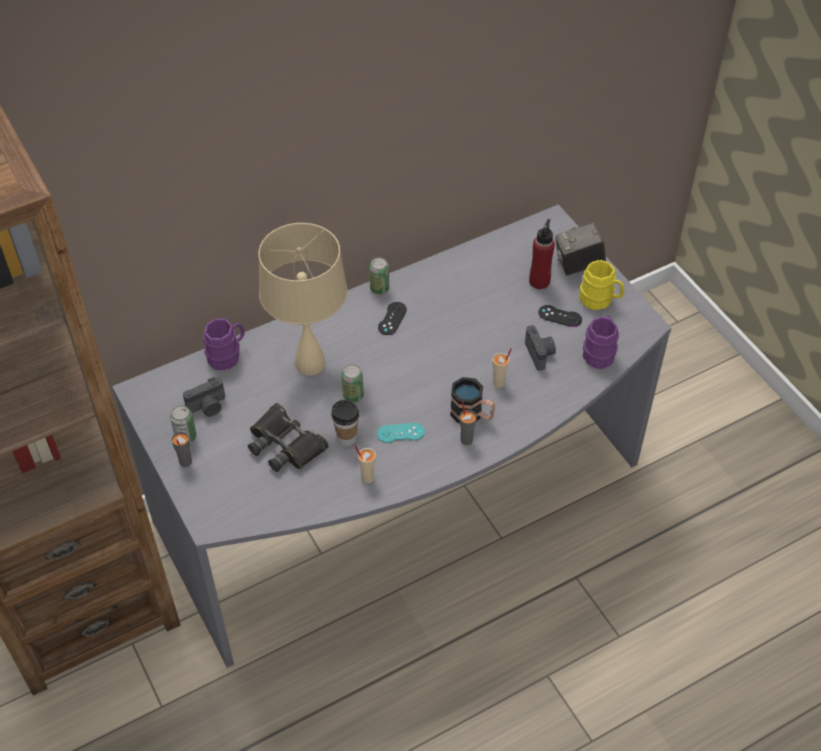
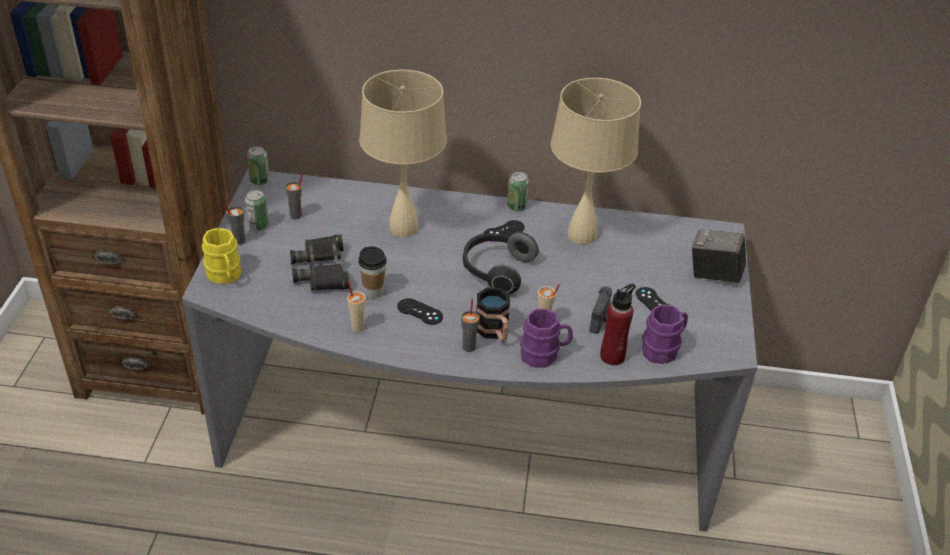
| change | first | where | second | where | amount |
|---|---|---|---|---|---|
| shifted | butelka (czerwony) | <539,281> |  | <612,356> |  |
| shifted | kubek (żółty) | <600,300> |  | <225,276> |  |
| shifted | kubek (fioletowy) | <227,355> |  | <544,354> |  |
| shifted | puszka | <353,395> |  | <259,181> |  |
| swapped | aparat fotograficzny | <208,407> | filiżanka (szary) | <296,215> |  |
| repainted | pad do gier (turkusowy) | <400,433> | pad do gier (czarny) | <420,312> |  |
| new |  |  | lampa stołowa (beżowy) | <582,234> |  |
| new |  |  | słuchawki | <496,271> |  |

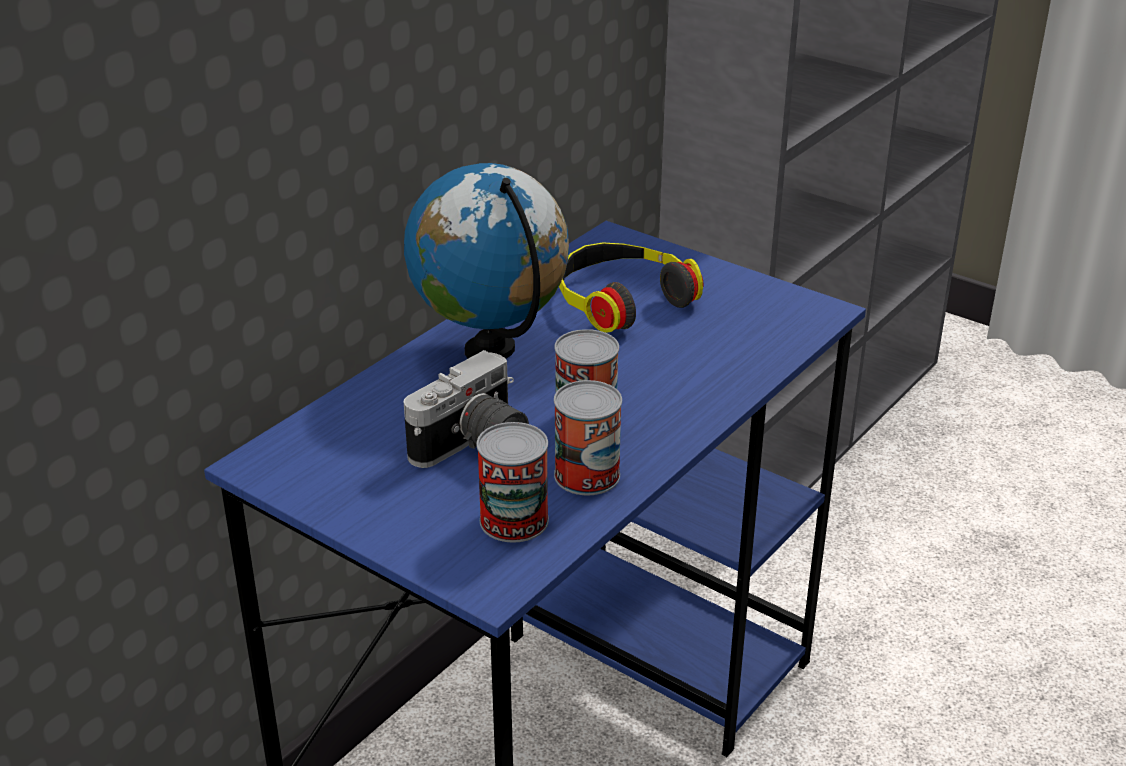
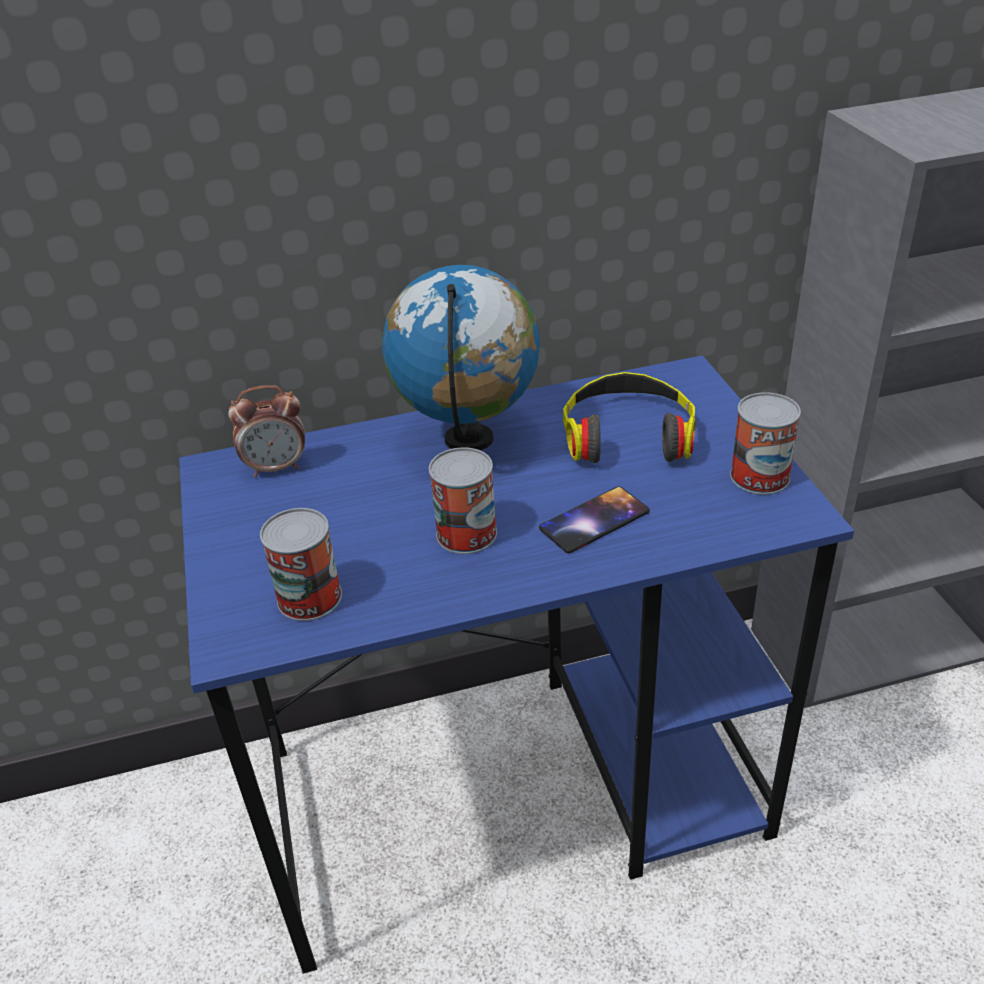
| change | first | where | second | where | amount |
|---|---|---|---|---|---|
| gone | aparat fotograficzny | <474,447> |  |  |  |
| shifted | puszka | <587,475> |  | <759,476> |  |
| new |  |  | budzik | <277,467> |  |
| new |  |  | telefon | <594,520> |  |

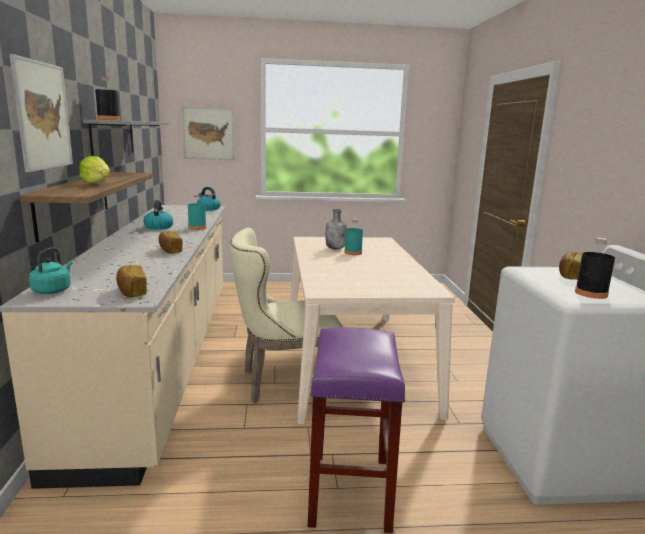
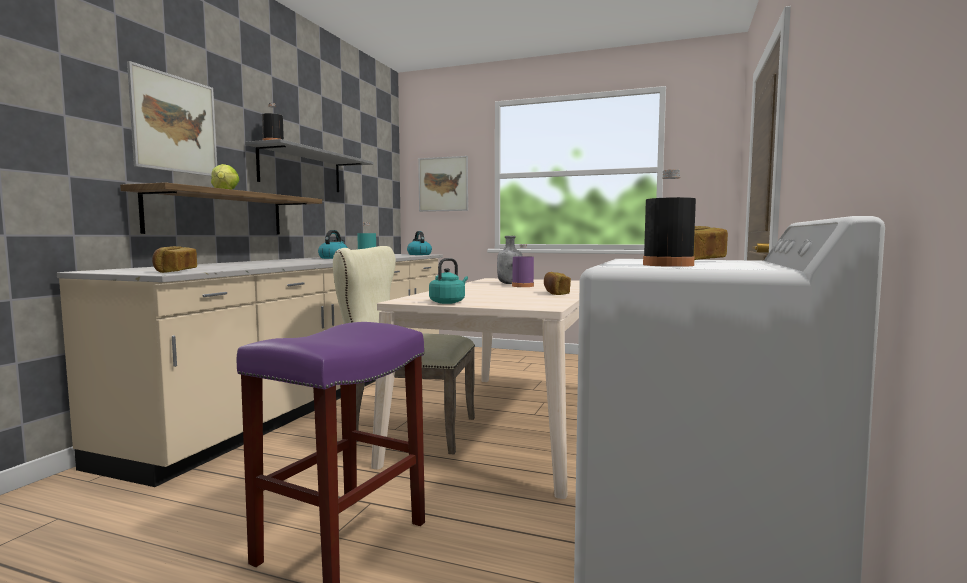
| change | first | where | second | where | amount |
|---|---|---|---|---|---|
| repainted | butelka (turkusowy) | <353,252> | butelka (fioletowy) | <523,286> |  |
| shifted | chleb | <170,250> |  | <555,293> |  |
| shifted | czajnik (turkusowy) | <53,290> |  | <448,302> |  |

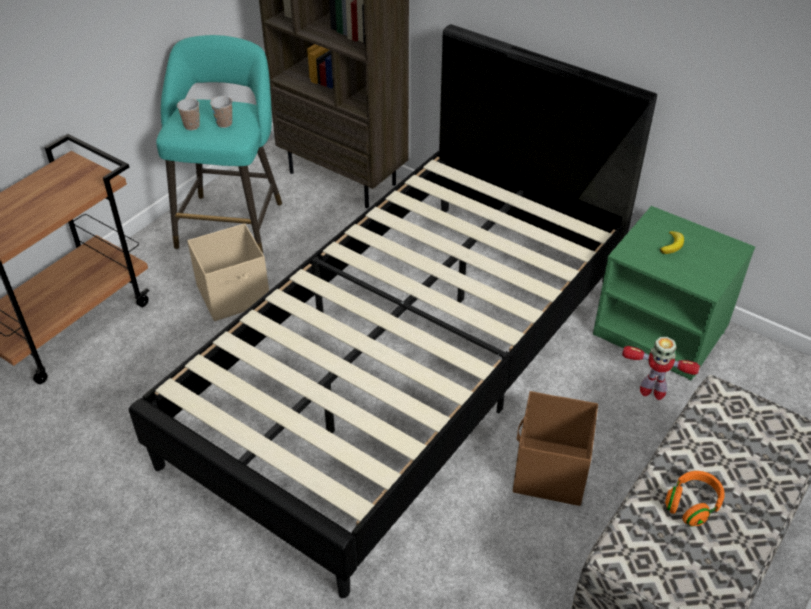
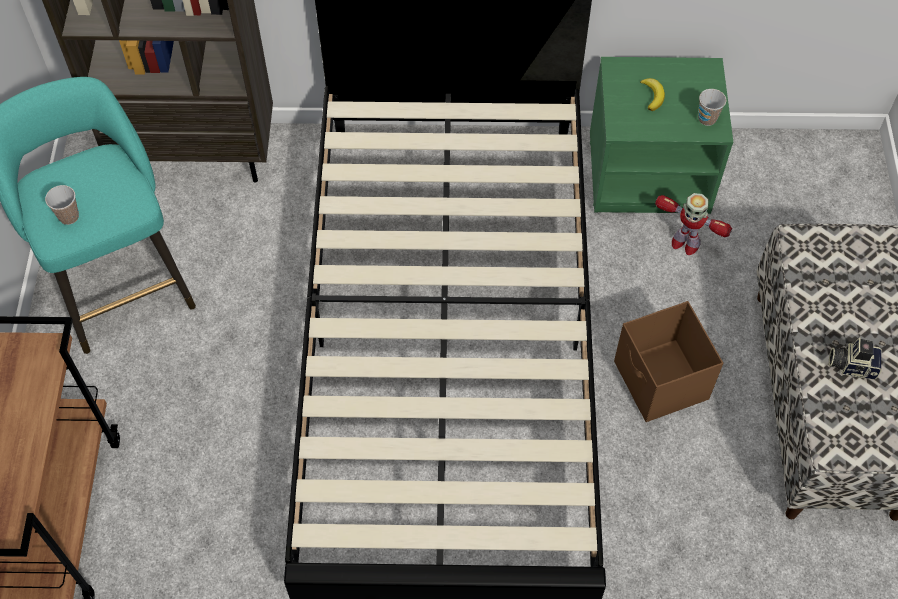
| change | first | where | second | where | amount |
|---|---|---|---|---|---|
| shifted | filiżanka | <224,123> |  | <707,119> |  |
| gone | pojemnik do przechowywania (beżowy) | <235,295> |  |  |  |
| rotated | robot zabawkowy | <652,389> |  | <684,243> | 45 degrees clockwise |
| swapped | słuchawki (pomarańczowy) | <692,505> | aparat fotograficzny | <852,365> |  |

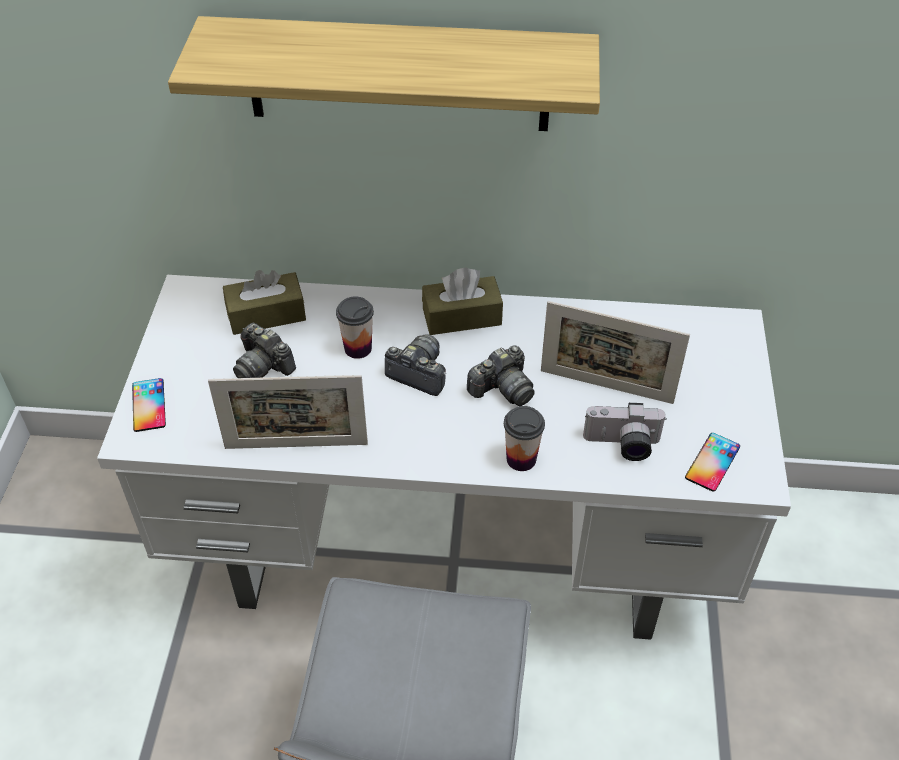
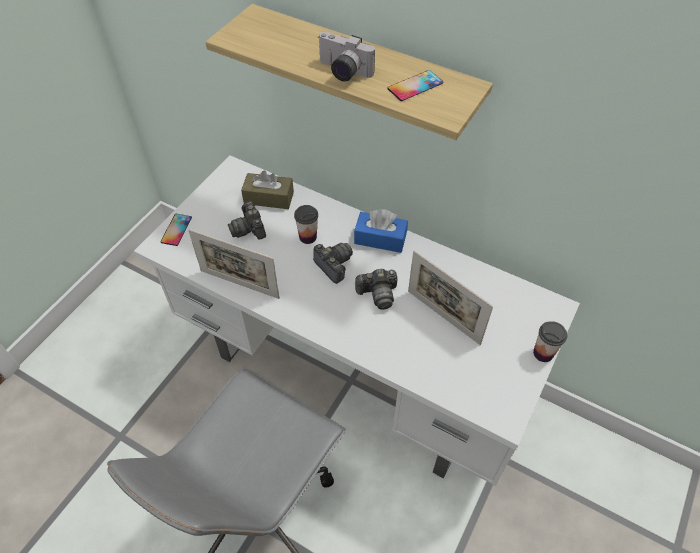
| change | first | where | second | where | amount |
|---|---|---|---|---|---|
| repainted | pudełko chusteczek (brązowy) | <462,317> | pudełko chusteczek (niebieski) | <380,239> |  |
| shifted | aparat fotograficzny | <622,446> |  | <342,72> |  |
| shifted | filiżanka | <521,459> |  | <543,353> |  |
| shifted | telefon | <712,462> |  | <415,86> |  |

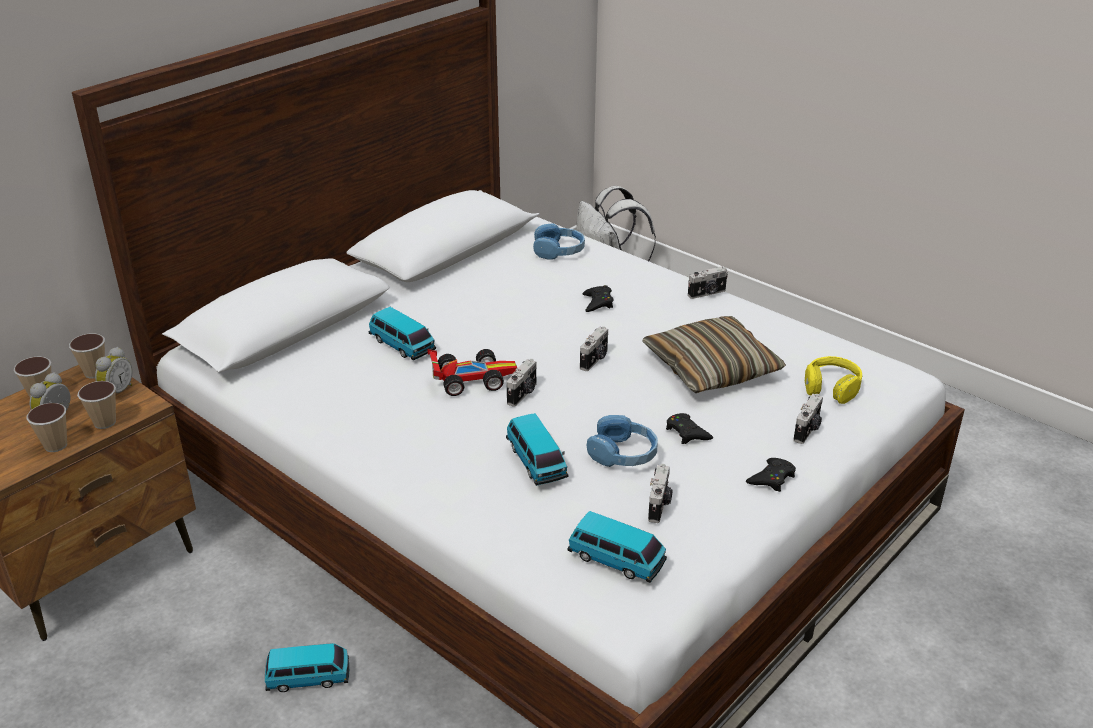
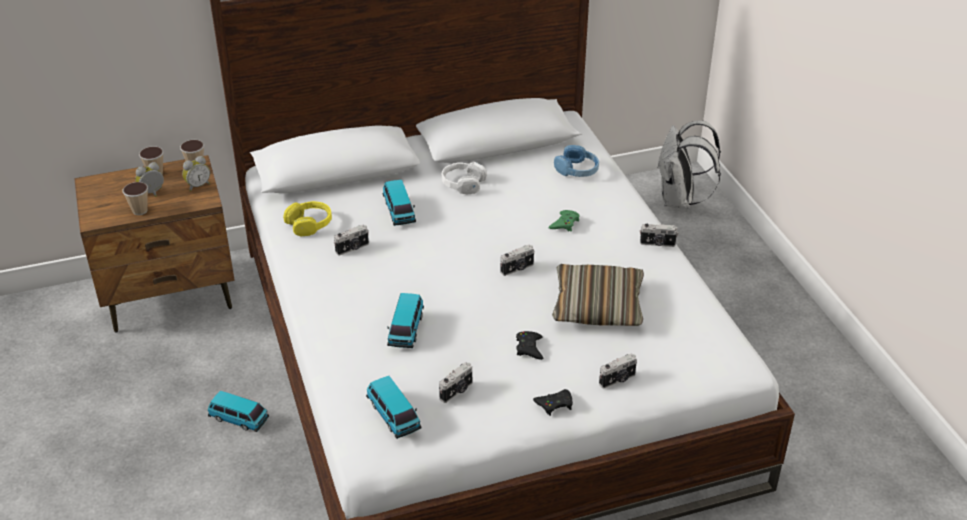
| change | first | where | second | where | amount |
|---|---|---|---|---|---|
| repainted | pad do gier (czarny) | <598,303> | pad do gier (zielony) | <564,223> |  |
| gone | samochodzik | <471,379> |  |  |  |
| shifted | słuchawki (żółty) | <831,387> |  | <309,224> |  |
| shifted | aparat fotograficzny | <523,394> |  | <352,248> |  |
| gone | filiżanka | <105,422> |  |  |  |
| gone | słuchawki (niebieski) | <623,454> |  |  |  |
| new |  |  | słuchawki (biały) | <463,184> |  |

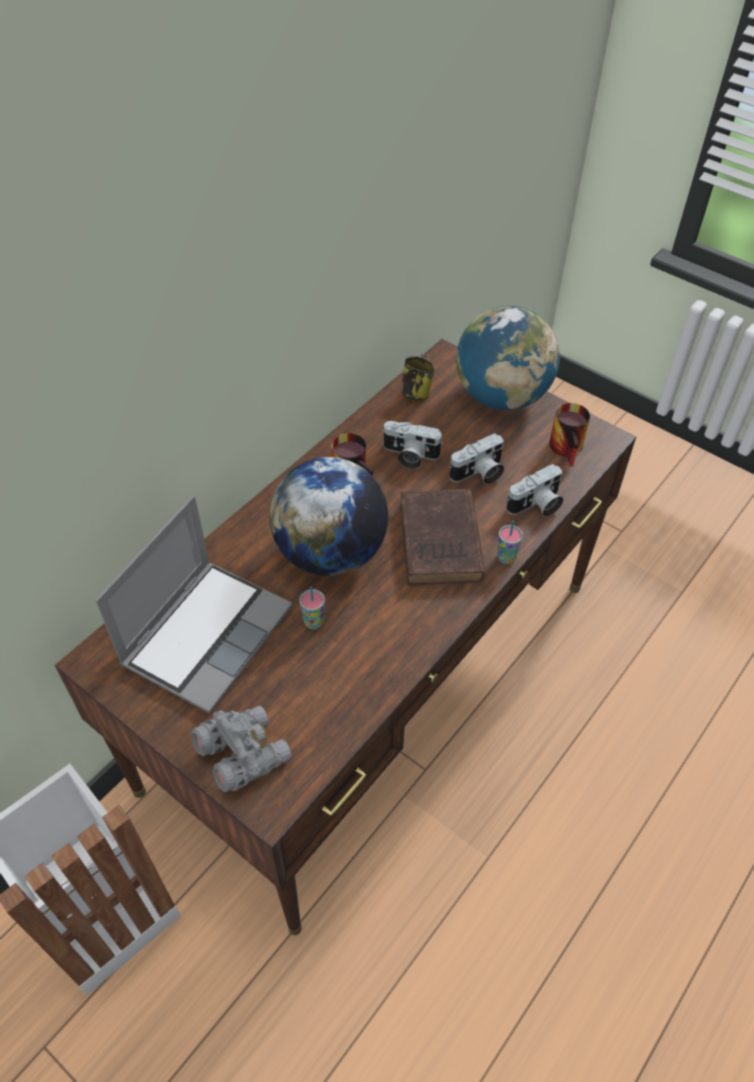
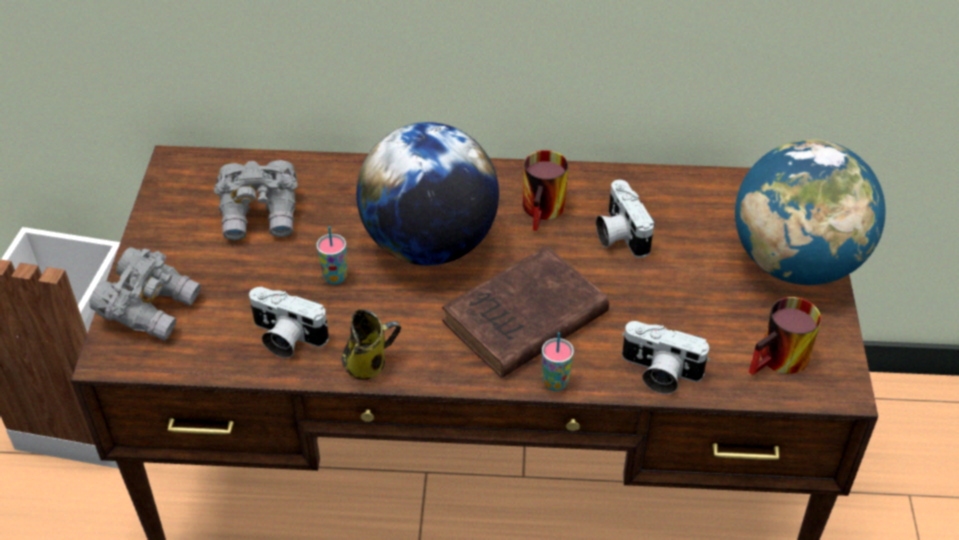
| change | first | where | second | where | amount |
|---|---|---|---|---|---|
| shifted | kubek | <416,392> |  | <368,363> |  |
| shifted | aparat fotograficzny | <479,474> |  | <285,338> |  |
| swapped | laptop | <207,634> | lornetka (szary) | <261,215> |  |

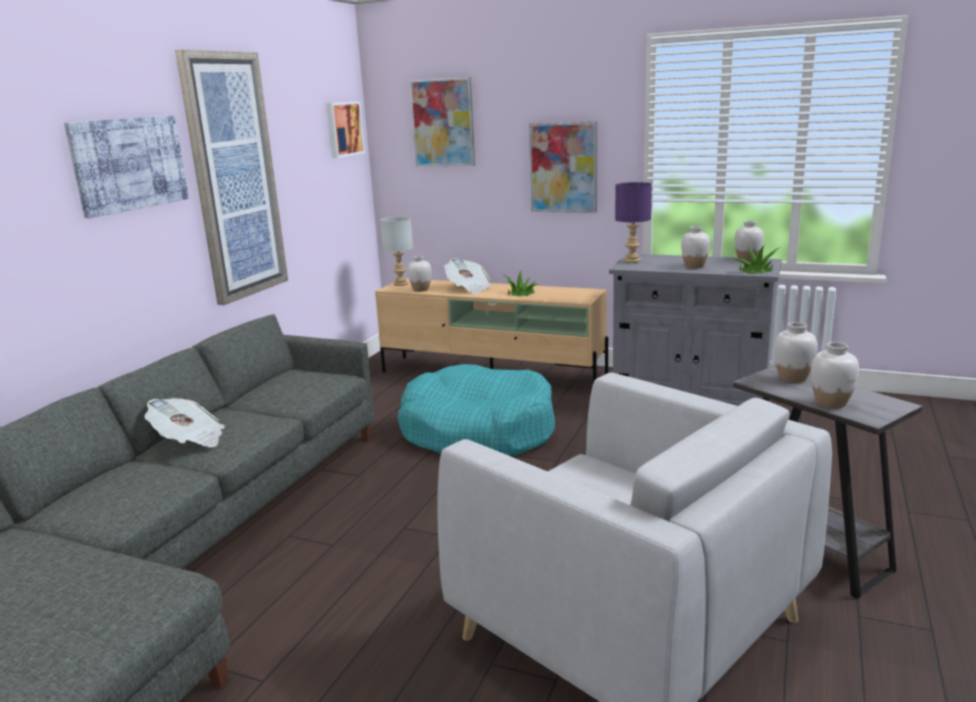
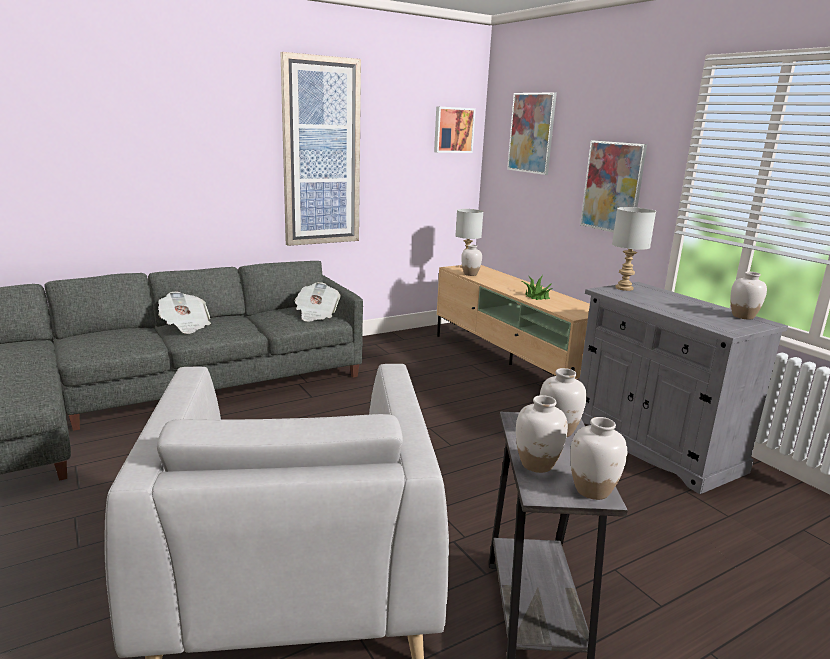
| change | first | where | second | where | amount |
|---|---|---|---|---|---|
| gone | obraz | <129,164> |  |  |  |
| repainted | lampa stołowa (fioletowy) | <632,261> | lampa stołowa (szary) | <625,288> |  |
| shifted | wazon (biały) | <694,266> |  | <592,490> |  |
| gone | roślina doniczkowa | <756,270> |  |  |  |
| shifted | gazeta | <468,288> |  | <316,314> |  |
| gone | legowisko (turkusowy) | <478,430> |  |  |  |

